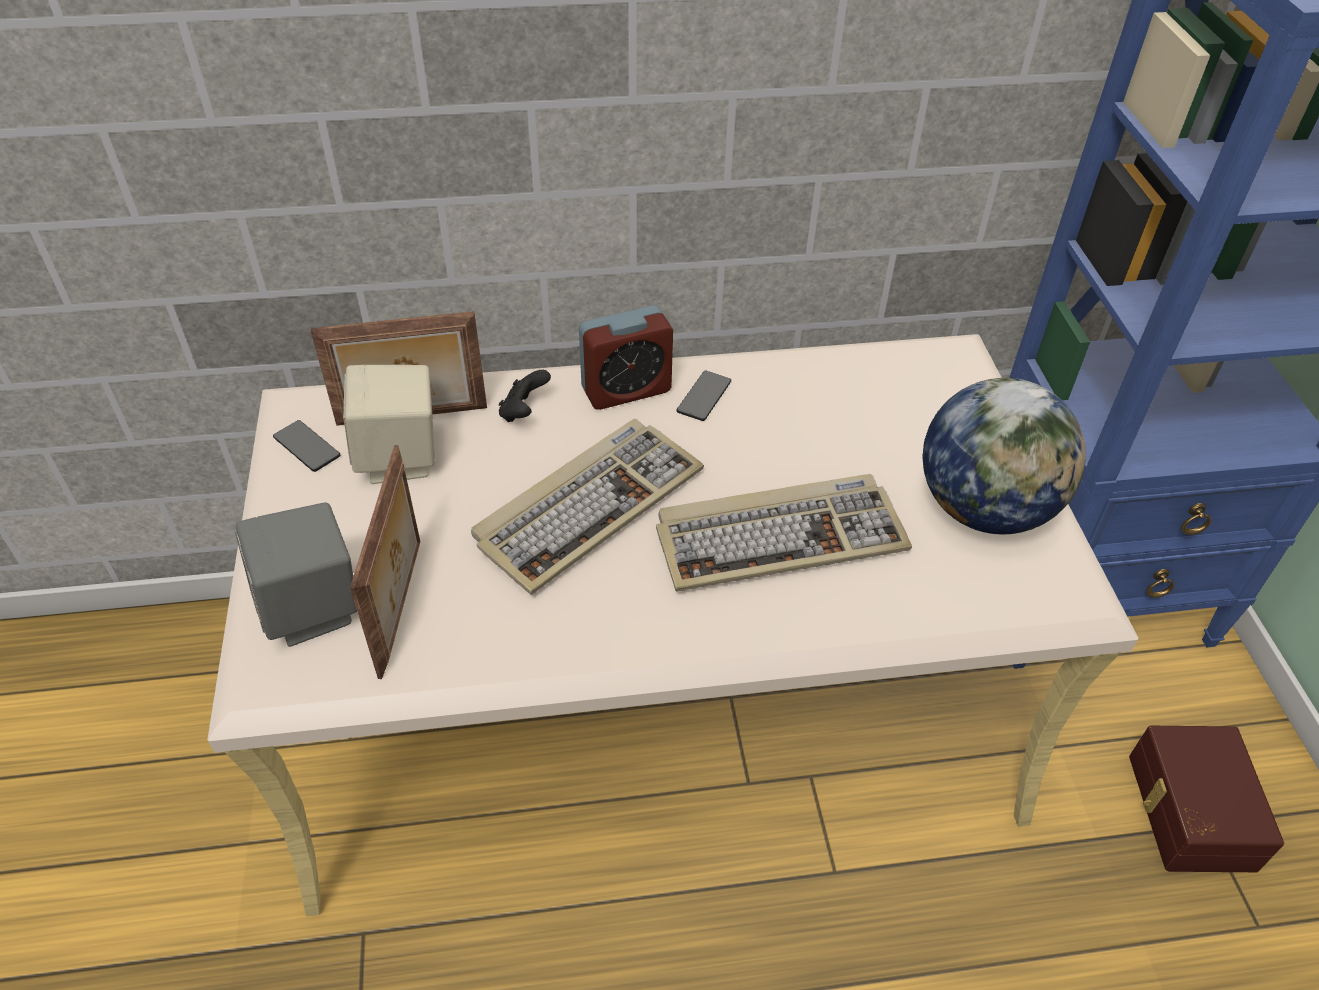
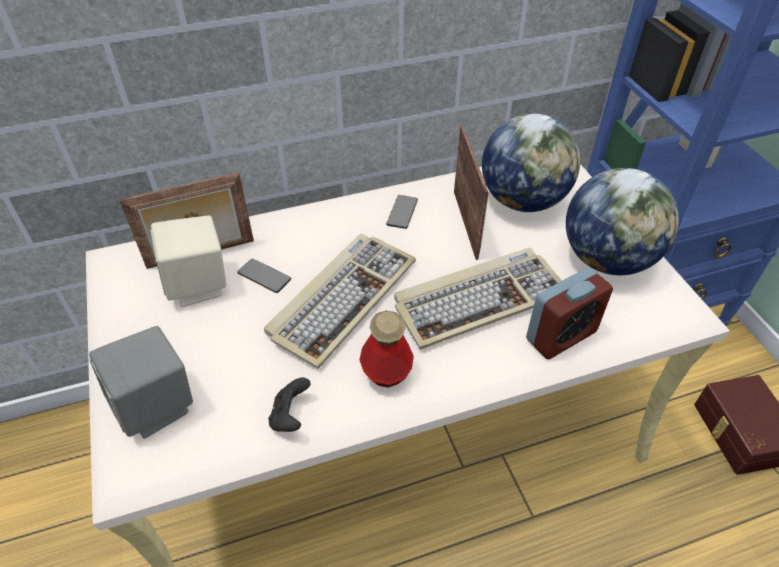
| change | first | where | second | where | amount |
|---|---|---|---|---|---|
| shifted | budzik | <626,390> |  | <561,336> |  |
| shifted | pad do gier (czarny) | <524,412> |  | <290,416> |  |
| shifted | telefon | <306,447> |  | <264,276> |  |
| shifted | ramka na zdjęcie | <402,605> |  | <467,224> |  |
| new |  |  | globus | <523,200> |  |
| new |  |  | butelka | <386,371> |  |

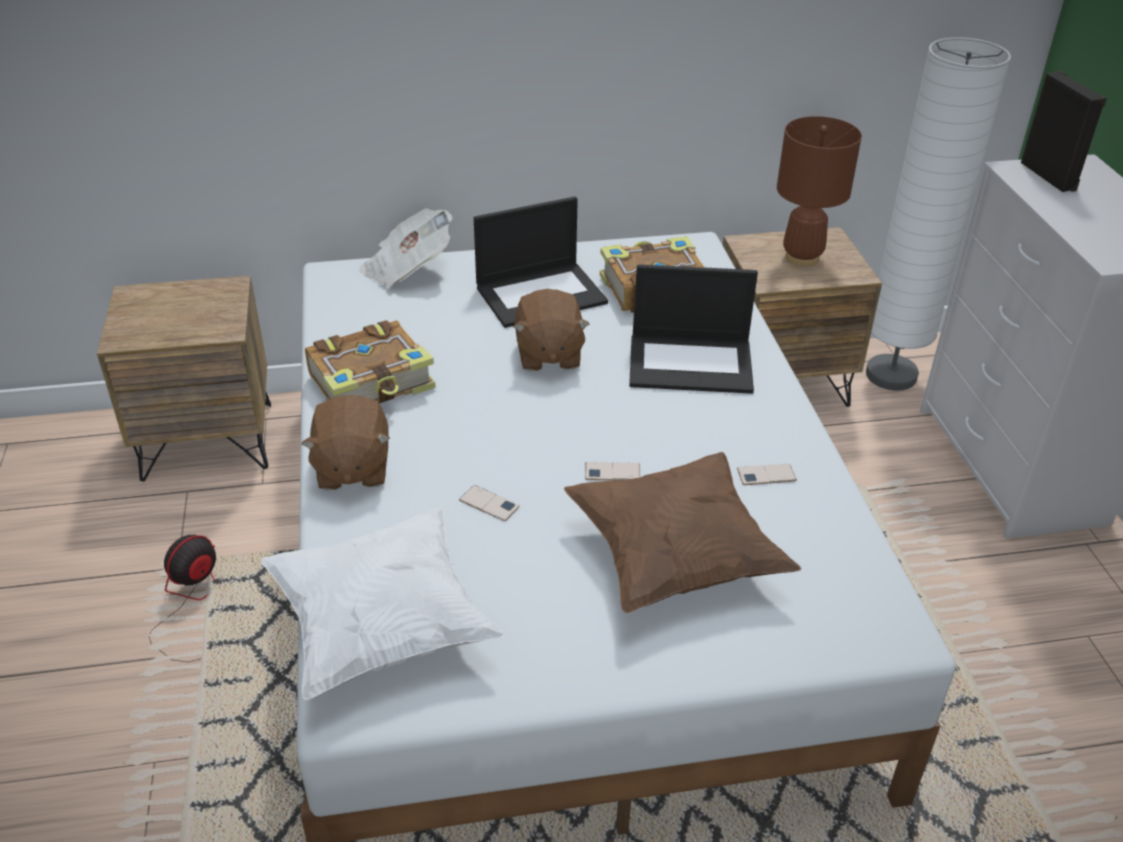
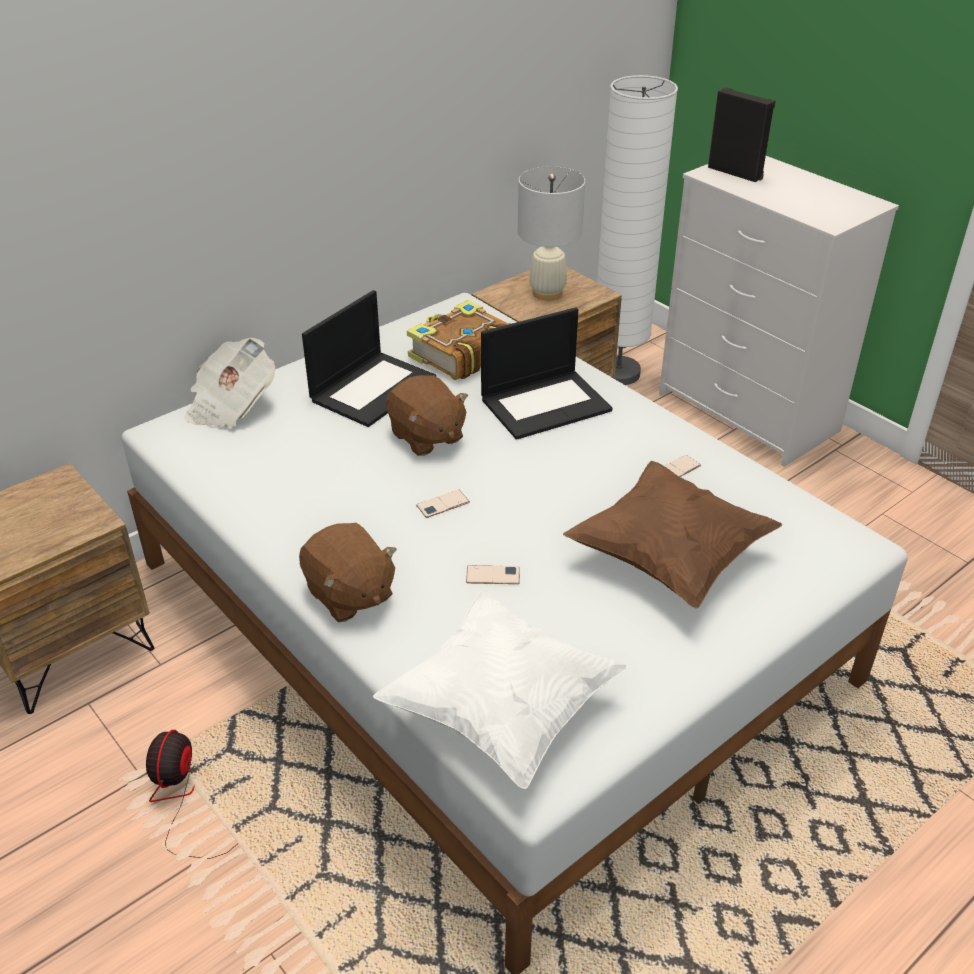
| change | first | where | second | where | amount |
|---|---|---|---|---|---|
| repainted | lampa stołowa (brązowy) | <801,257> | lampa stołowa (biały) | <547,293> |  |
| gone | książka | <373,383> |  |  |  |
| shifted | telefon | <612,472> |  | <443,504> |  |

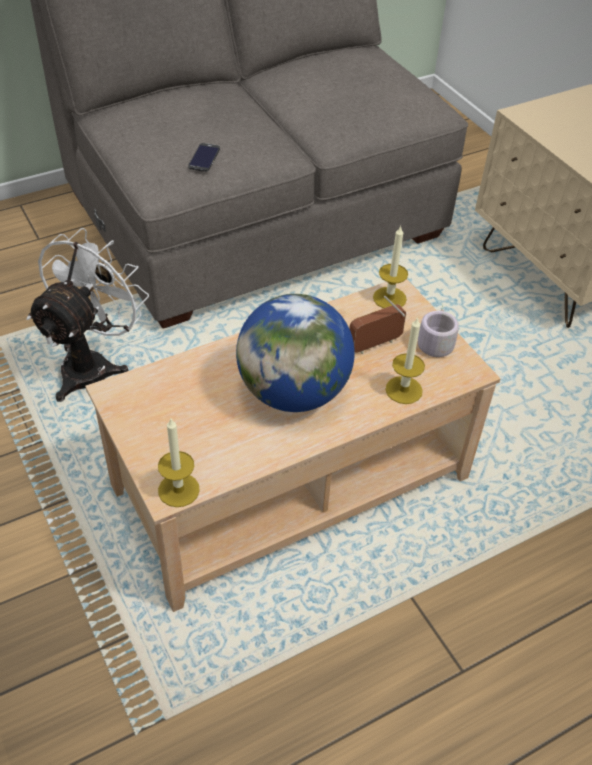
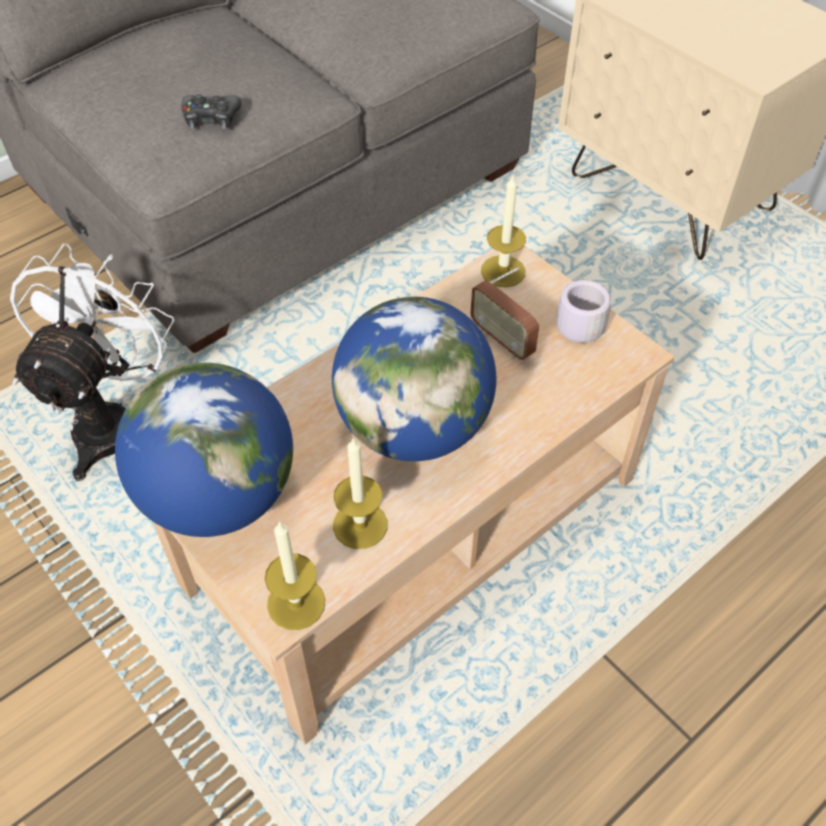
| change | first | where | second | where | amount |
|---|---|---|---|---|---|
| swapped | telefon | <204,158> | pad do gier (czarny) | <211,117> |  |
| rotated | radio | <375,345> |  | <502,340> | 90 degrees counterclockwise |
| shifted | świeca | <403,390> |  | <360,525> |  |
| new |  |  | globus | <219,496> |  |

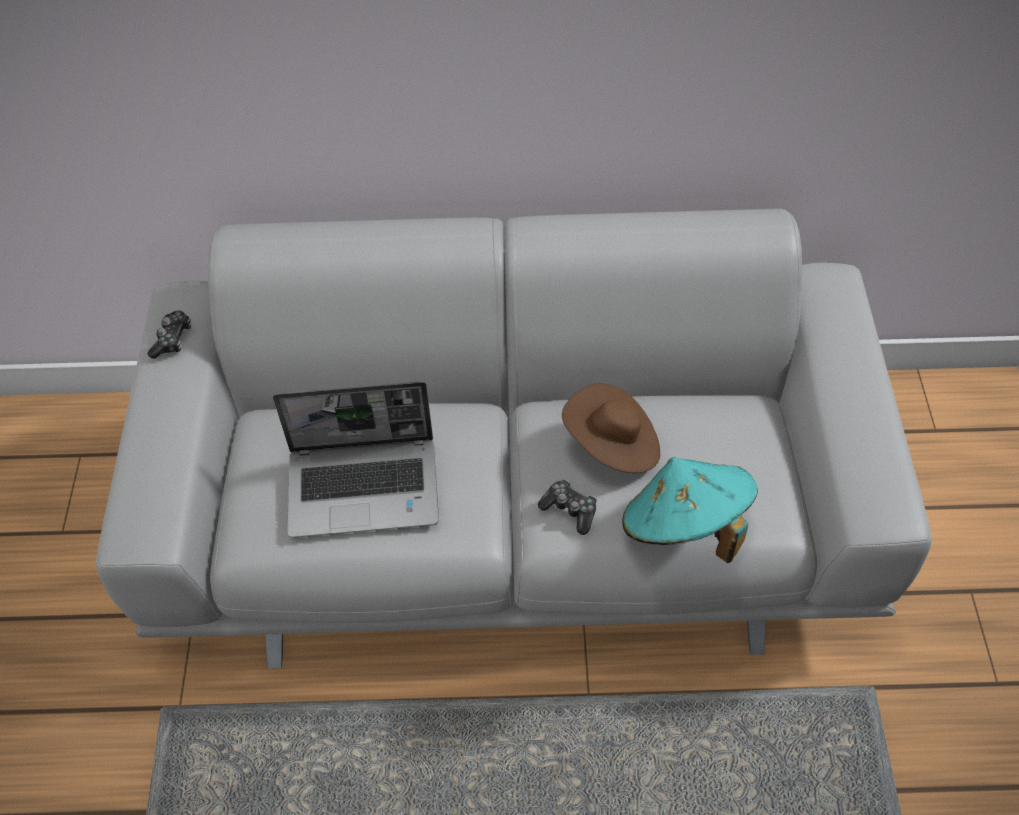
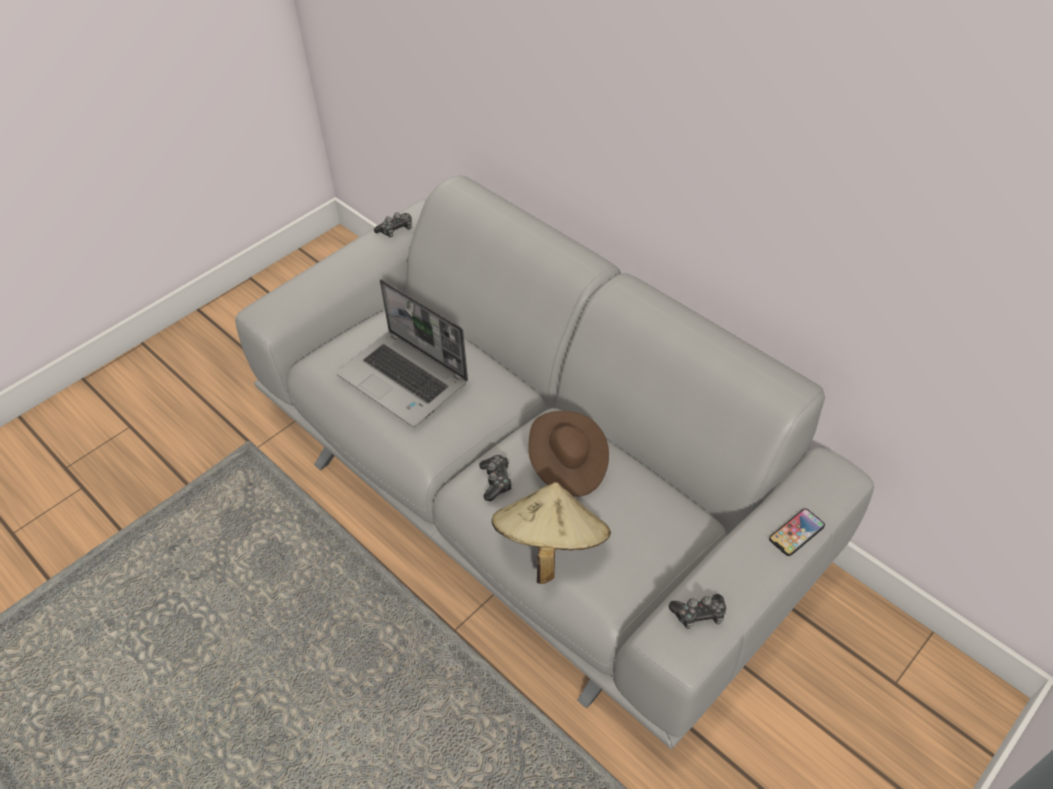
| change | first | where | second | where | amount |
|---|---|---|---|---|---|
| repainted | kapelusz (turkusowy) | <684,527> | kapelusz (beżowy) | <549,546> |  |
| new |  |  | telefon | <796,532> |  |
| new |  |  | pad do gier | <698,614> |  |

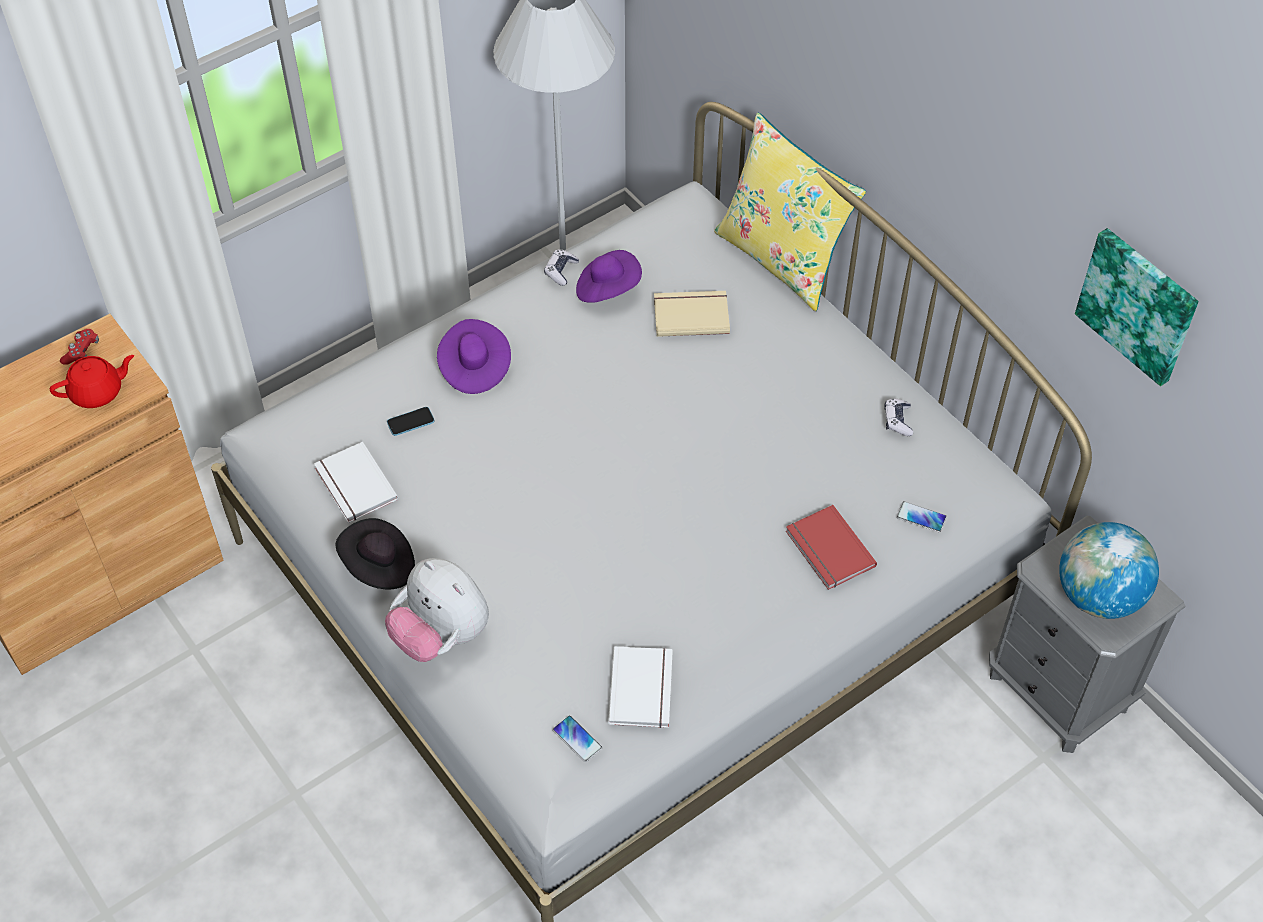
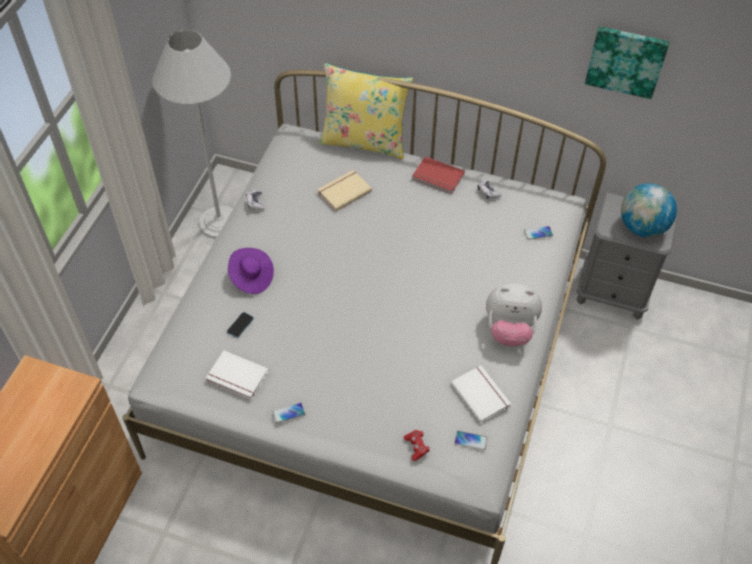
| change | first | where | second | where | amount |
|---|---|---|---|---|---|
| gone | kapelusz (fioletowy) | <607,289> |  |  |  |
| shifted | pad do gier (czerwony) | <81,352> |  | <416,447> |  |
| gone | imbryk (czerwony) | <98,392> |  |  |  |
| shifted | książka (czerwony) | <828,550> |  | <437,177> |  |
| swapped | kapelusz (czarny) | <379,566> | telefon | <288,413> |  |
| shifted | pluszak | <441,635> |  | <509,330> |  |

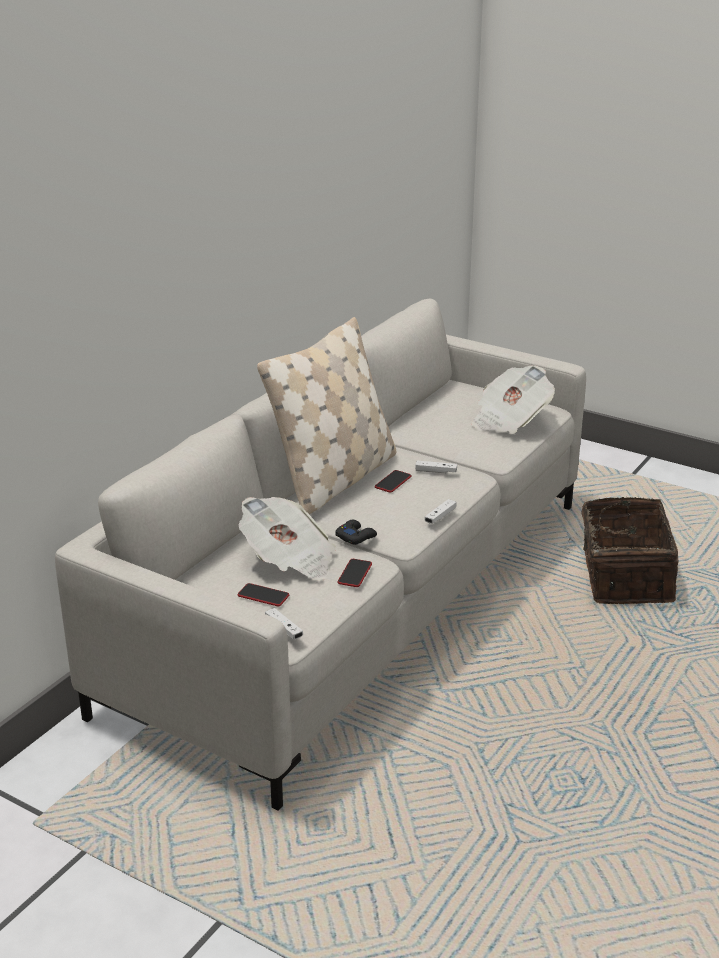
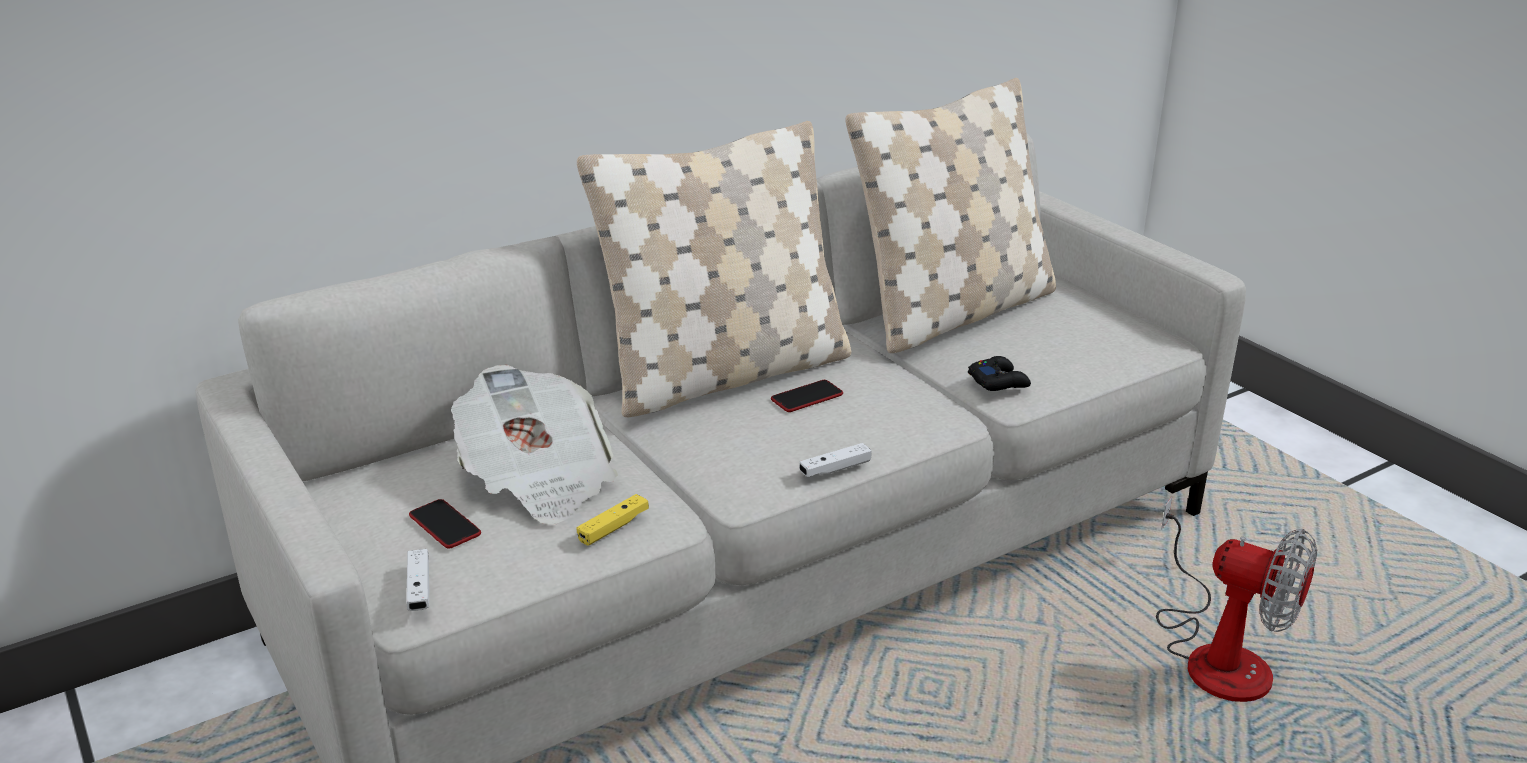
| change | first | where | second | where | amount |
|---|---|---|---|---|---|
| gone | gazeta | <509,420> |  |  |  |
| gone | pad do gier (biały) | <436,471> |  |  |  |
| swapped | koszyk | <623,577> | wentylator | <1217,654> |  |
| shifted | pad do gier (czarny) | <355,536> |  | <998,381> |  |
| swapped | telefon | <354,574> | pad do gier (żółty) | <613,527> |  |
| new |  |  | poduszka (beżowy) | <953,312> |  |

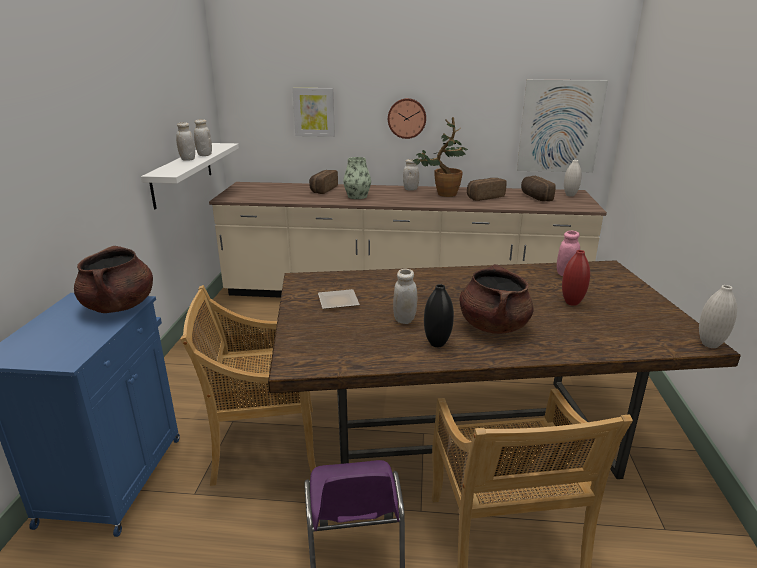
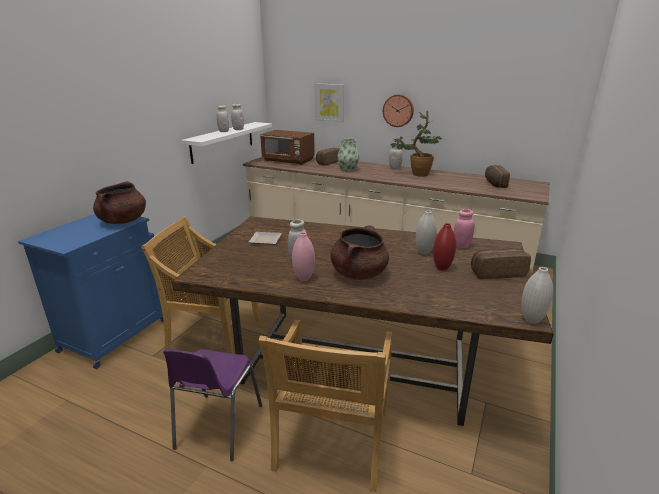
| change | first | where | second | where | amount |
|---|---|---|---|---|---|
| gone | obraz | <560,127> |  |  |  |
| shifted | wazon (biały) | <570,195> |  | <424,252> |  |
| shifted | chleb | <484,197> |  | <496,272> |  |
| repainted | wazon (czarny) | <437,343> | wazon (różowy) | <304,278> |  |
| new |  |  | mikrofalówka (brązowy) | <288,161> |  |

